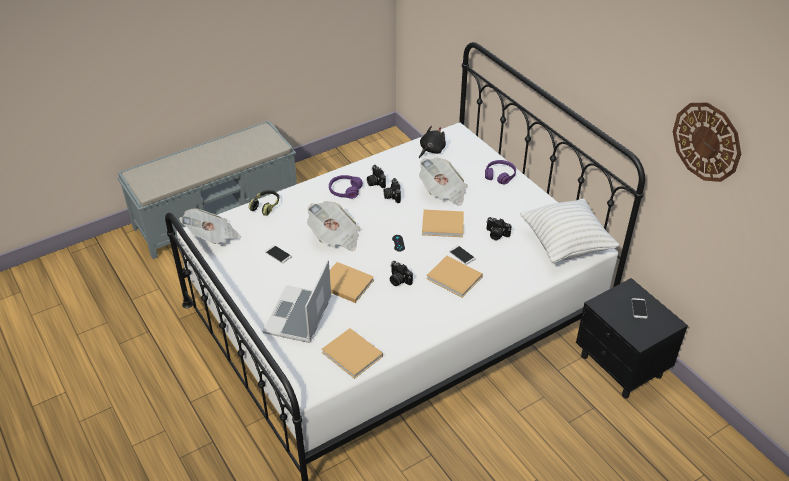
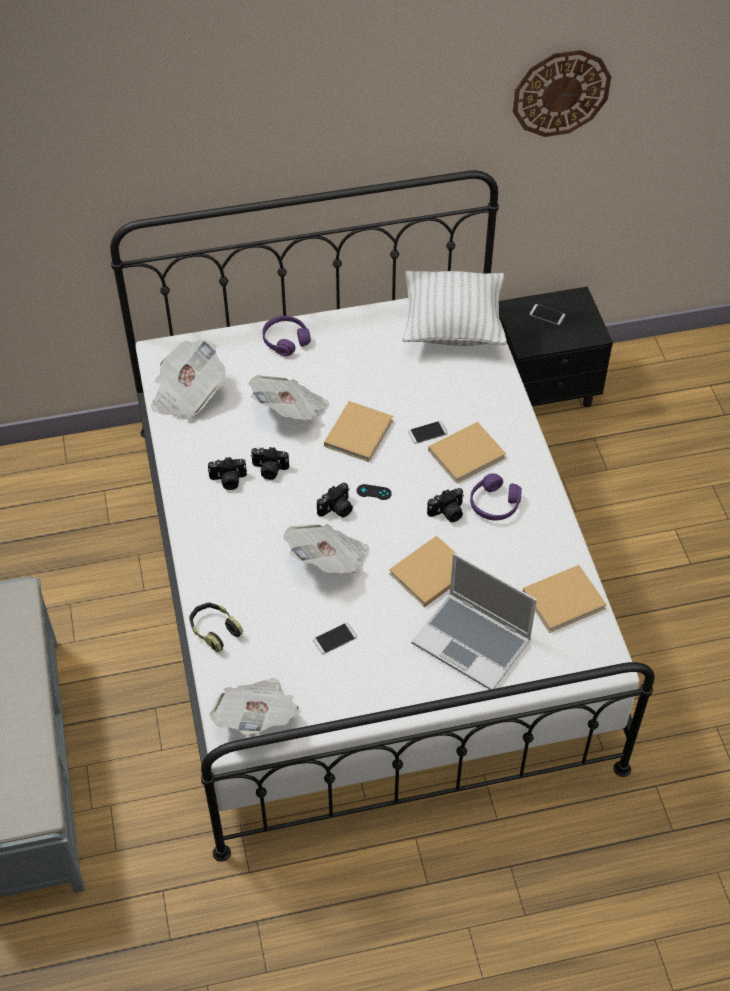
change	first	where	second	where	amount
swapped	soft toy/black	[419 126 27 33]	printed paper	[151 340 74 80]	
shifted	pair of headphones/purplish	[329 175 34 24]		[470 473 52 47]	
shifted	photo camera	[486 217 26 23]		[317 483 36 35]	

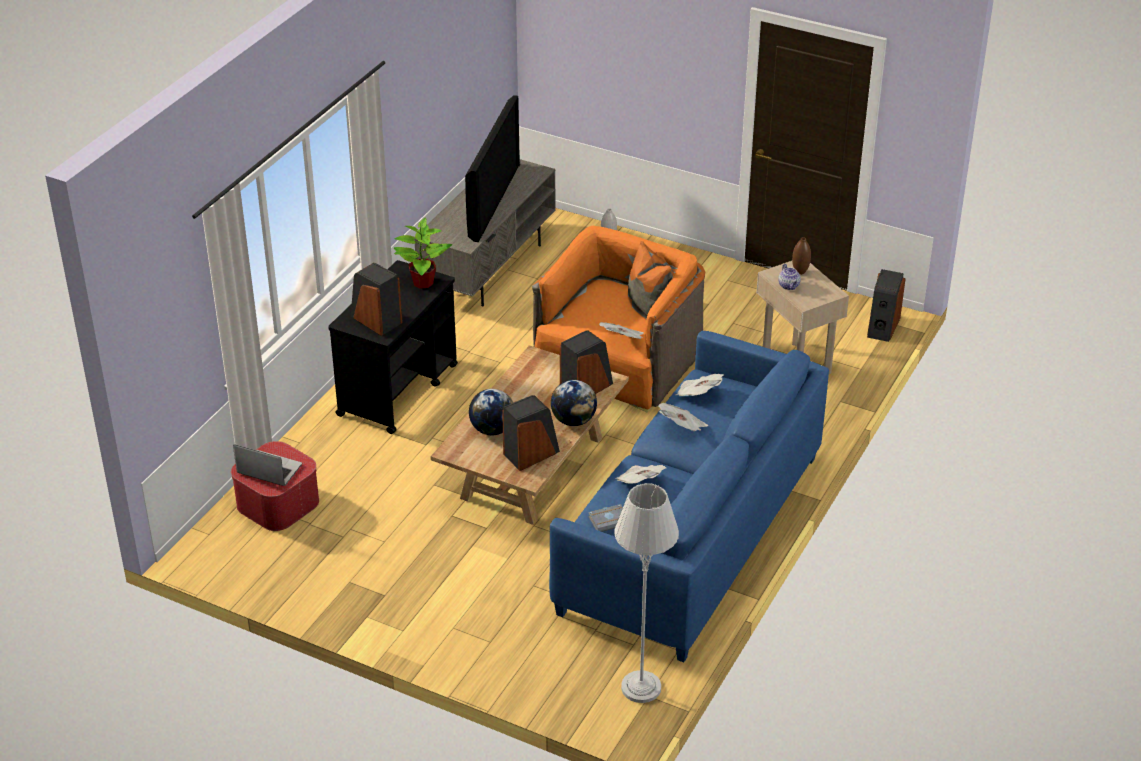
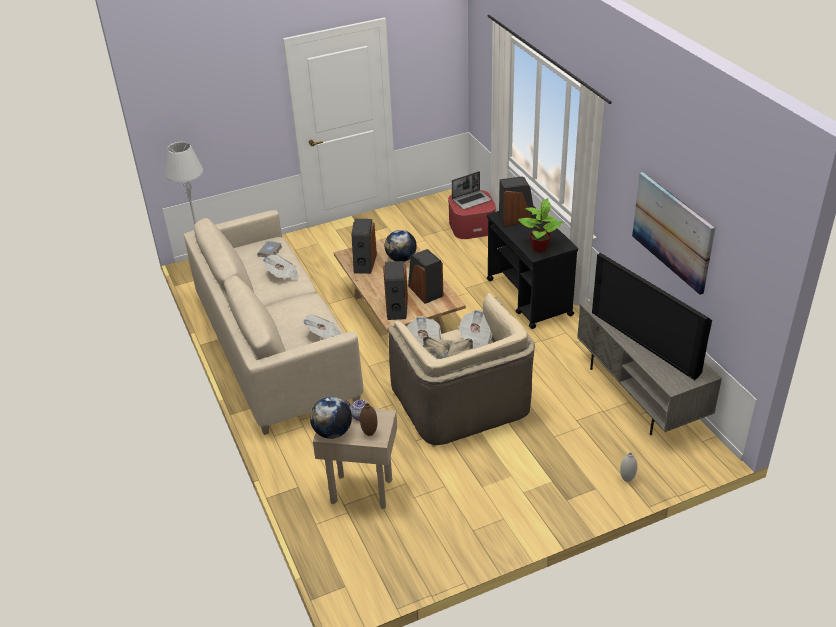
change	first	where	second	where	amount
repainted	easy chair/orangey	[532 226 173 186]	easy chair/sand-coloured	[388 293 147 154]	
shifted	audio speaker	[867 269 38 73]		[408 249 36 55]	
repainted	sofa/blue	[549 331 280 331]	sofa/sand-coloured	[184 210 180 225]	
shifted	world globe	[551 380 46 46]		[310 397 42 42]	
shifted	printed paper	[658 403 50 28]		[458 310 34 39]	
new			picture	[632 172 83 123]	

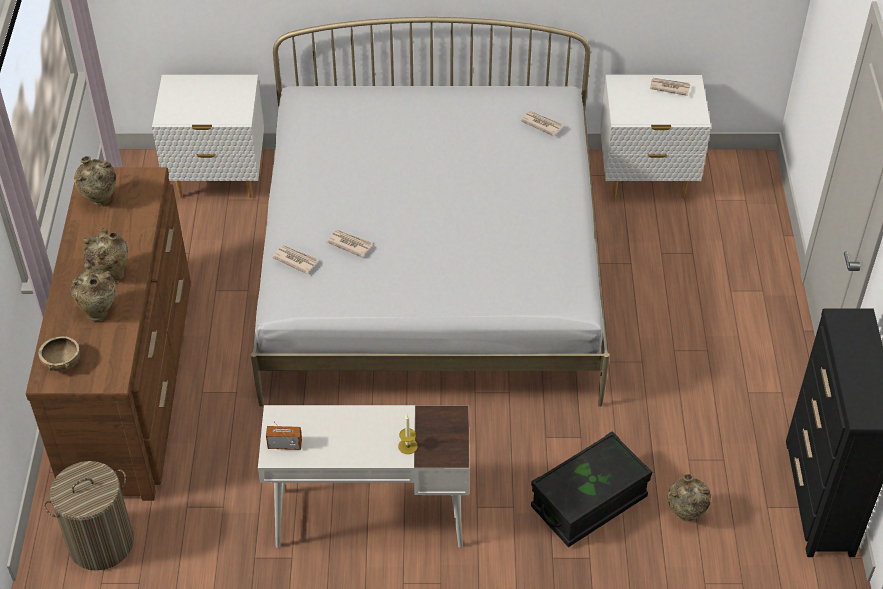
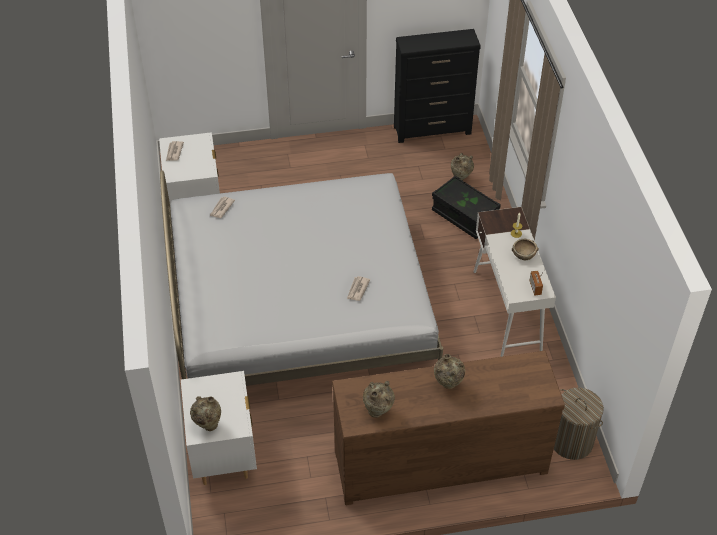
change	first	where	second	where	amount
gone	printed paper	[272 245 47 29]			
shifted	flower vase/sand-coloured	[71 262 45 59]		[190 396 31 35]	
shifted	deep dish/brownish	[38 336 42 35]		[512 239 27 21]	

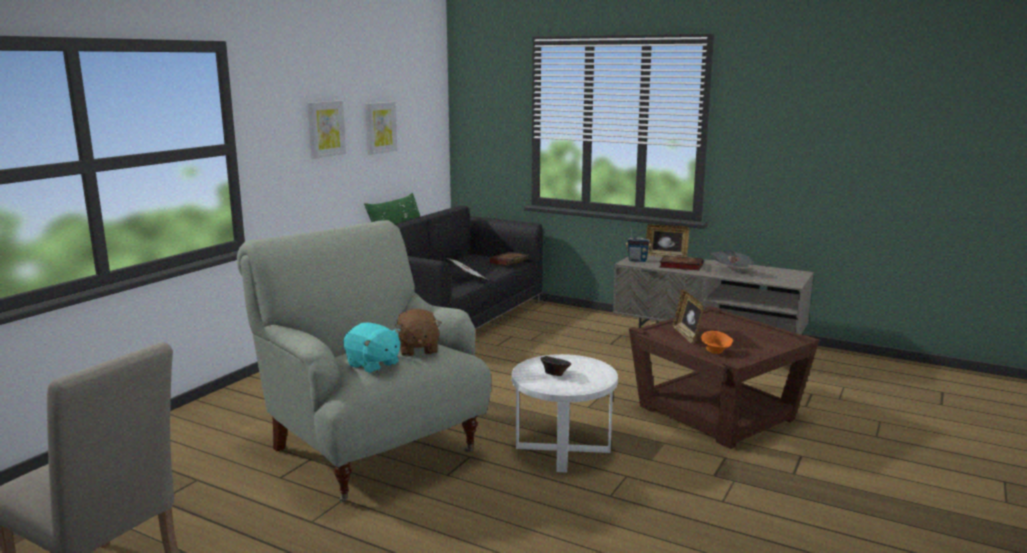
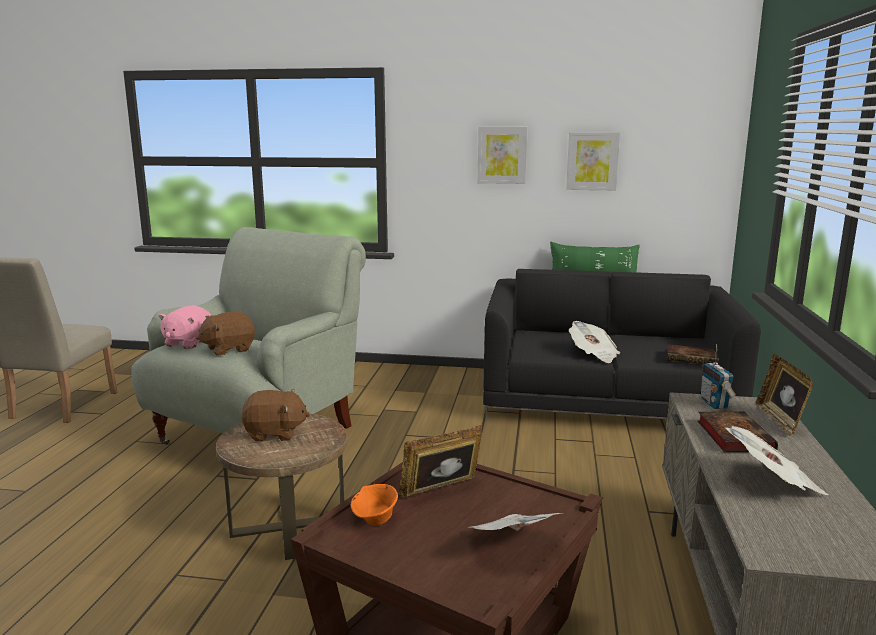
change	first	where	second	where	amount
repainted	soft toy/blue-green	[343 322 58 51]	soft toy/pink-coloured	[158 305 53 44]	
repainted	side table/whitish	[512 354 106 118]	side table/brownish	[216 414 131 146]	
swapped	deep dish/brownish	[540 356 31 20]	soft toy/brownish	[242 389 68 53]	
new			printed paper	[471 513 92 18]	

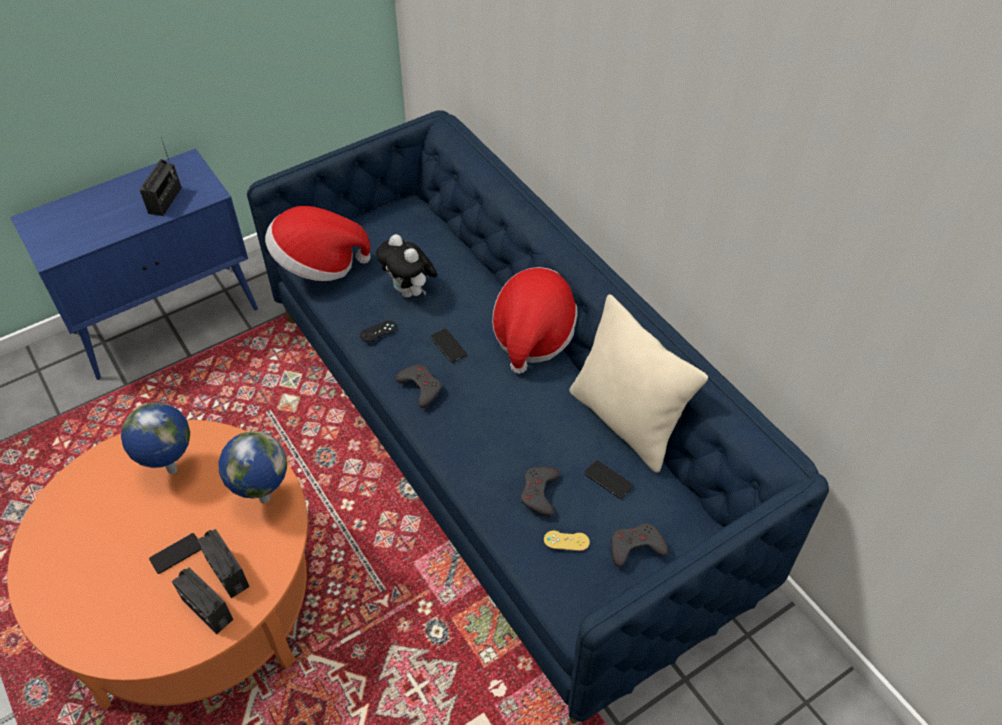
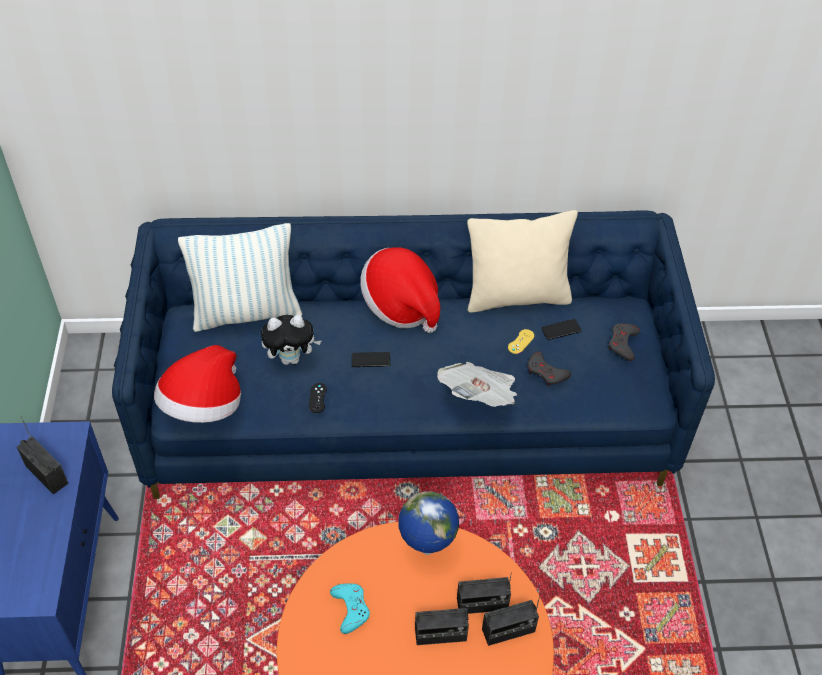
change	first	where	second	where	amount
gone	joypad/grey	[395 364 47 44]			
swapped	world globe	[121 402 69 72]	joypad/blue-green	[330 583 40 51]	
shifted	joypad/yellow	[544 530 46 21]		[508 329 26 25]	
swapped	handset	[149 533 52 41]	radio	[415 605 54 40]	
new			pillow	[178 223 124 109]	
new			printed paper	[437 362 80 45]	

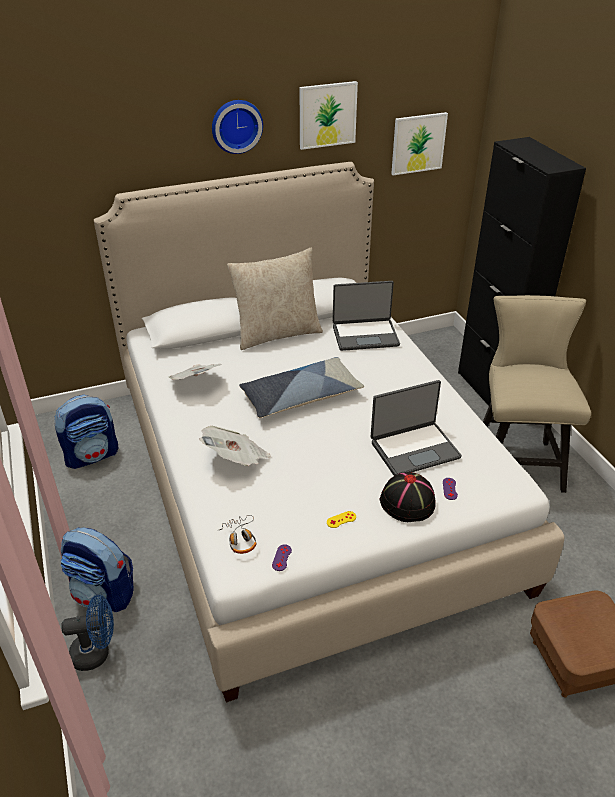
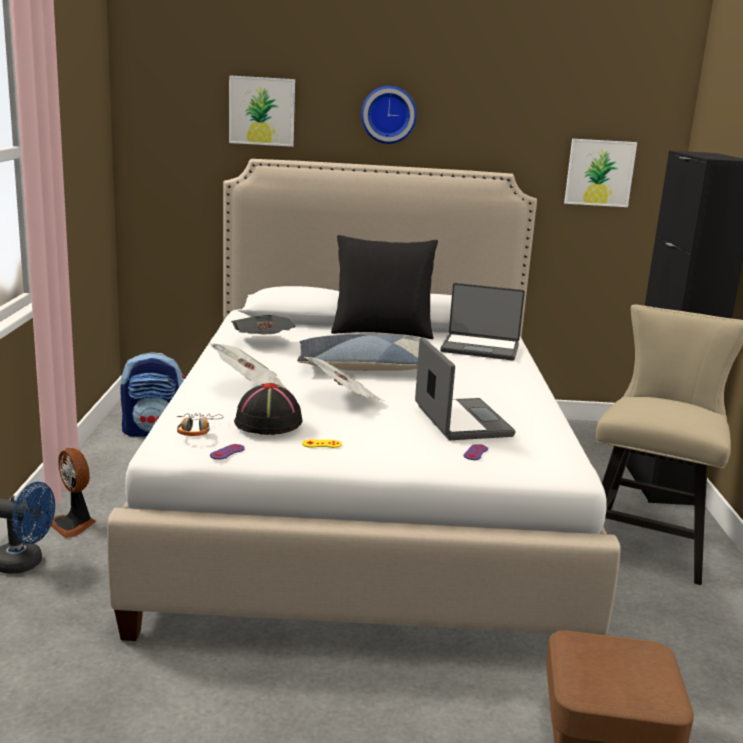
change	first	where	second	where	amount
shifted	picture	[300 81 58 69]		[229 75 66 72]	
repainted	pillow/sand-coloured	[227 248 96 102]	pillow/black	[331 235 107 104]	
rotated	portable computer	[371 380 91 96]		[415 337 101 103]	105 degrees counterclockwise
shifted	wearable hat/black	[380 472 56 50]		[234 383 68 52]	
swapped	backpack	[61 528 73 84]	cooling fan	[49 448 47 90]	
new			printed paper	[305 357 79 44]	

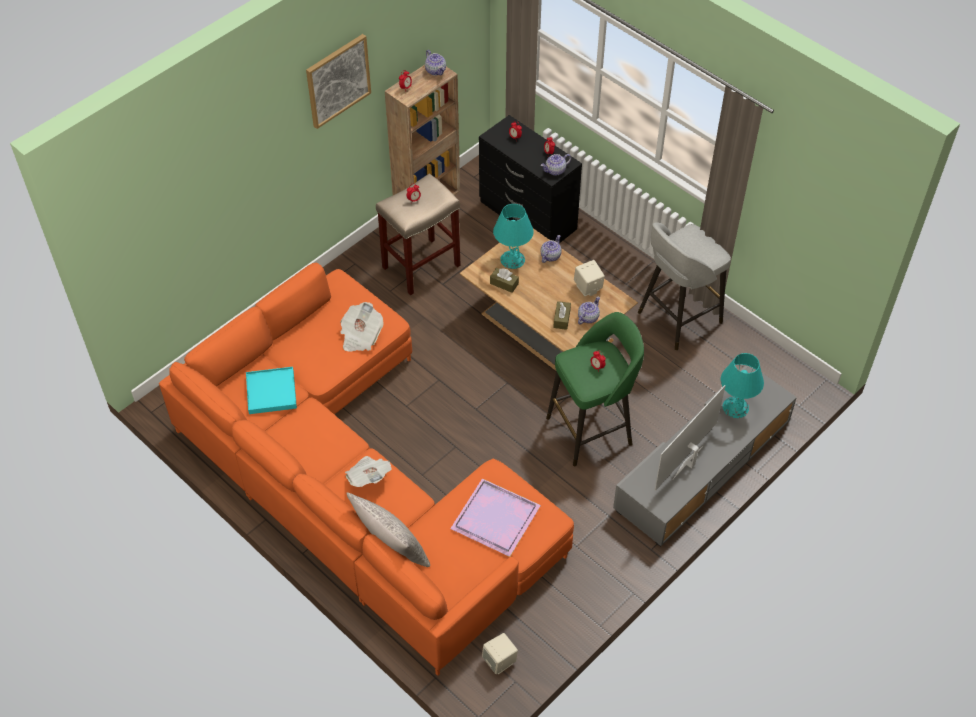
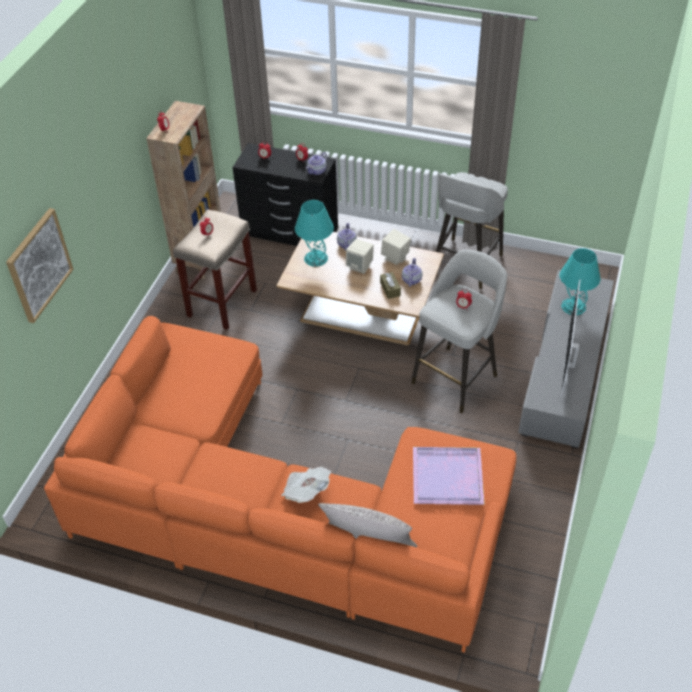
change	first	where	second	where	amount
shifted	picture	[306 34 65 95]		[6 208 67 115]	
gone	pot for tea	[425 50 21 25]			
gone	tissue holder/brownish	[490 268 29 25]			
gone	printed paper	[340 302 44 50]			
repainted	sitting stool/greenish	[546 312 98 154]	sitting stool/grey	[411 250 96 163]	
gone	tray/blue-green	[246 367 51 47]			
shifted	audio speaker/sand-coloured	[482 633 36 41]		[346 239 28 35]	

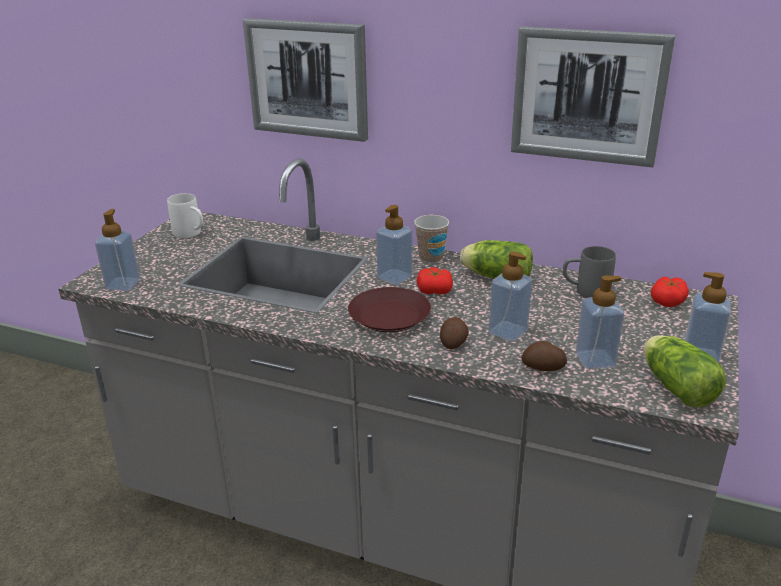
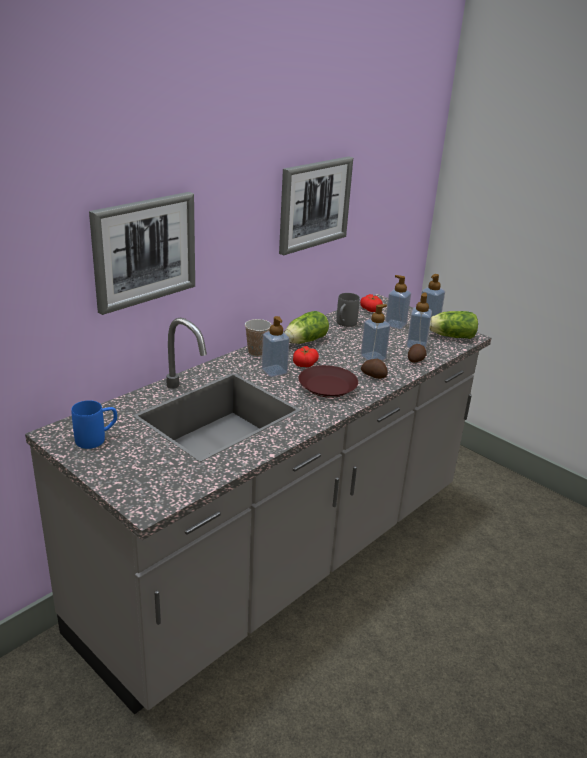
change	first	where	second	where	amount
repainted	coffee mug/whitish	[167 193 36 45]	coffee mug/blue	[71 400 46 49]	
shifted	soap dispenser	[95 209 45 82]		[385 275 26 54]	

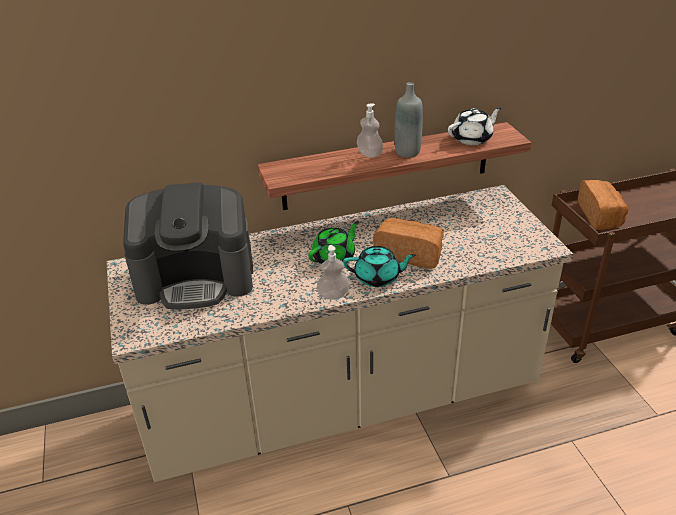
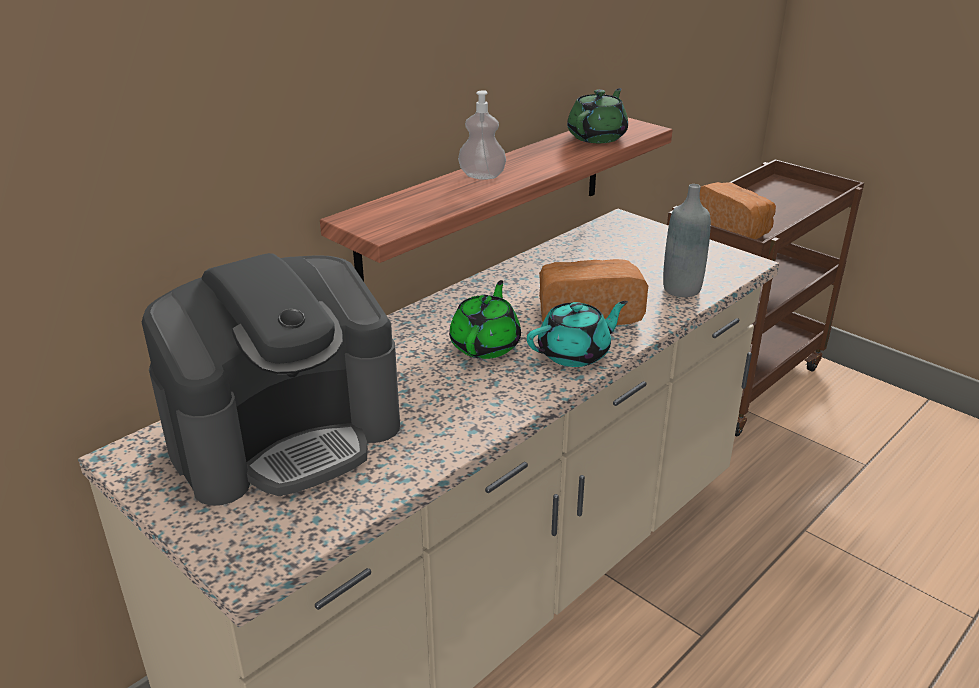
change	first	where	second	where	amount
shifted	drink bottle/grey	[395 82 28 76]		[663 184 48 113]	
repainted	pot for tea/whitish	[448 108 53 37]	pot for tea/greenish	[567 88 61 55]	
gone	soap dispenser	[317 245 33 55]			

